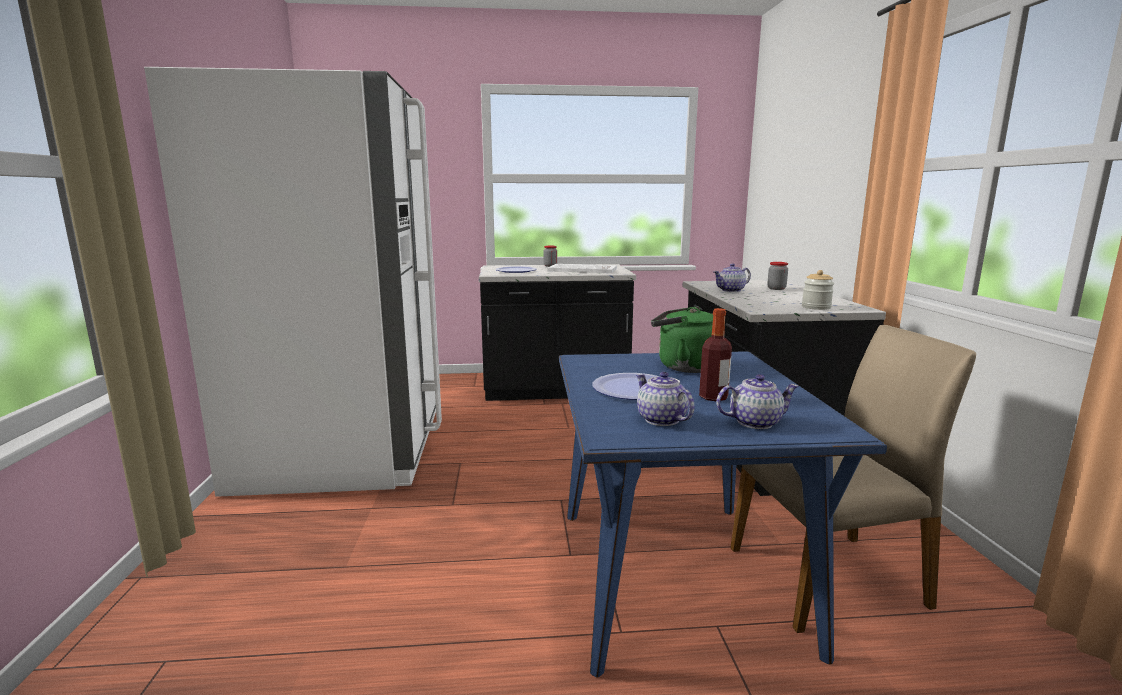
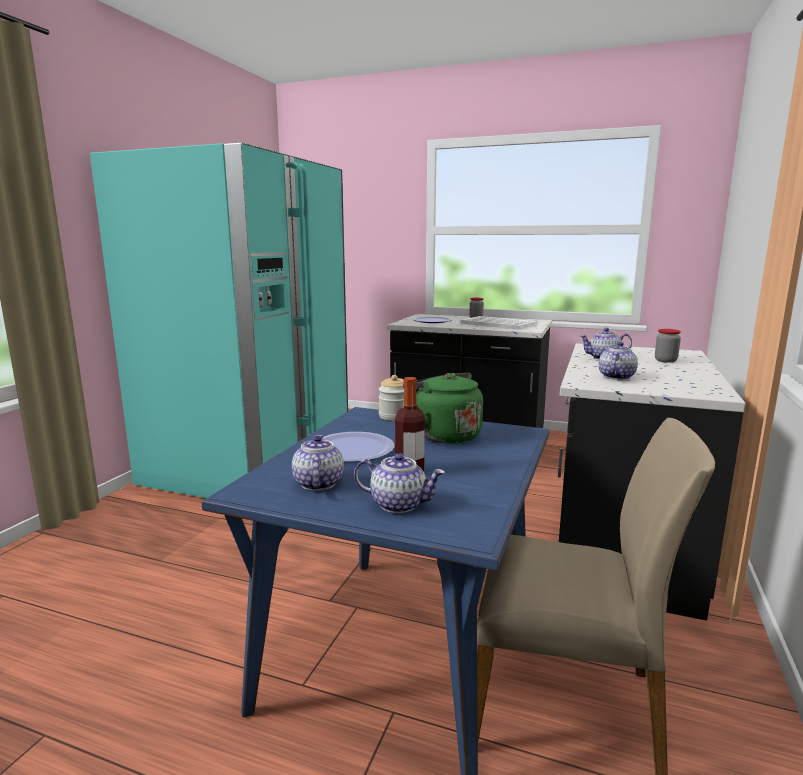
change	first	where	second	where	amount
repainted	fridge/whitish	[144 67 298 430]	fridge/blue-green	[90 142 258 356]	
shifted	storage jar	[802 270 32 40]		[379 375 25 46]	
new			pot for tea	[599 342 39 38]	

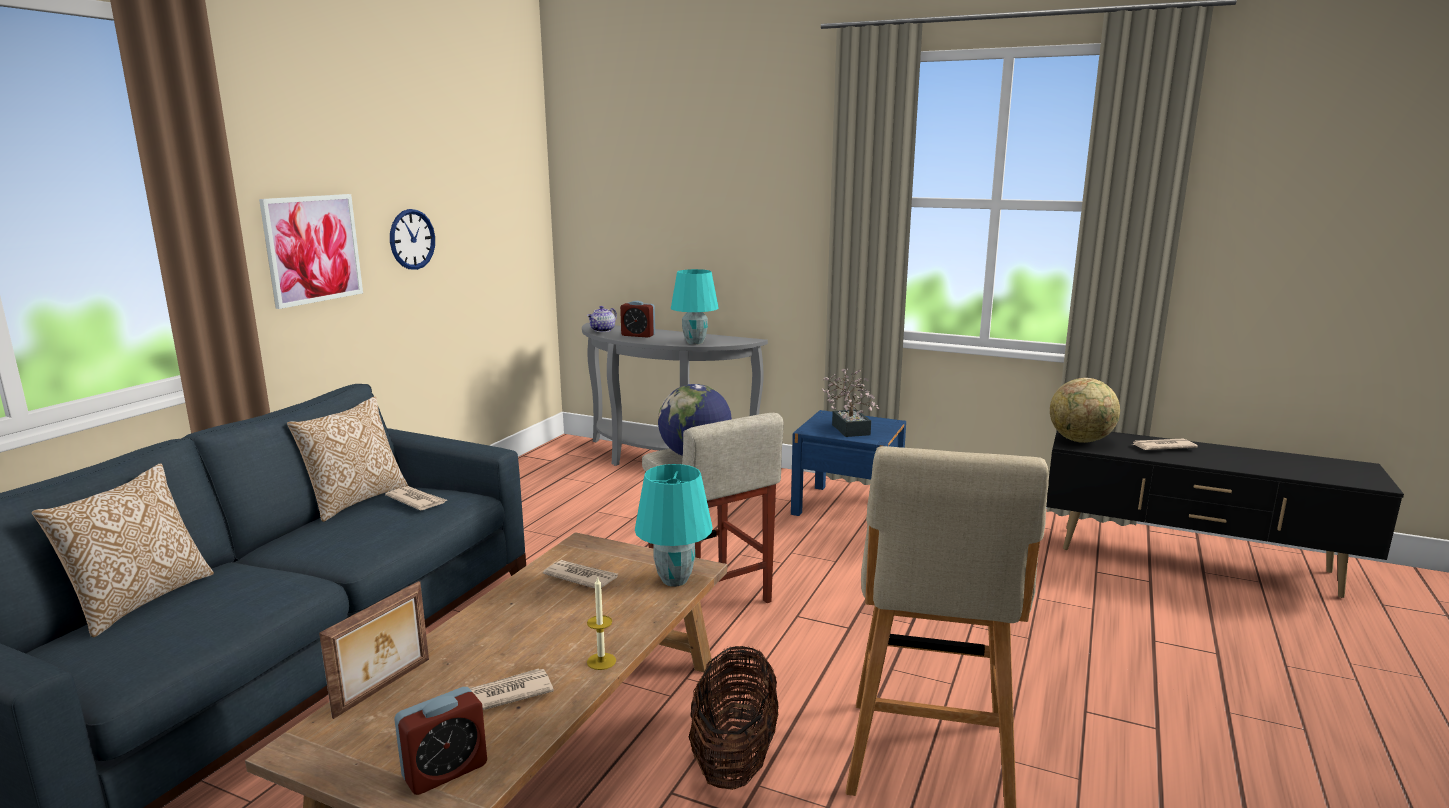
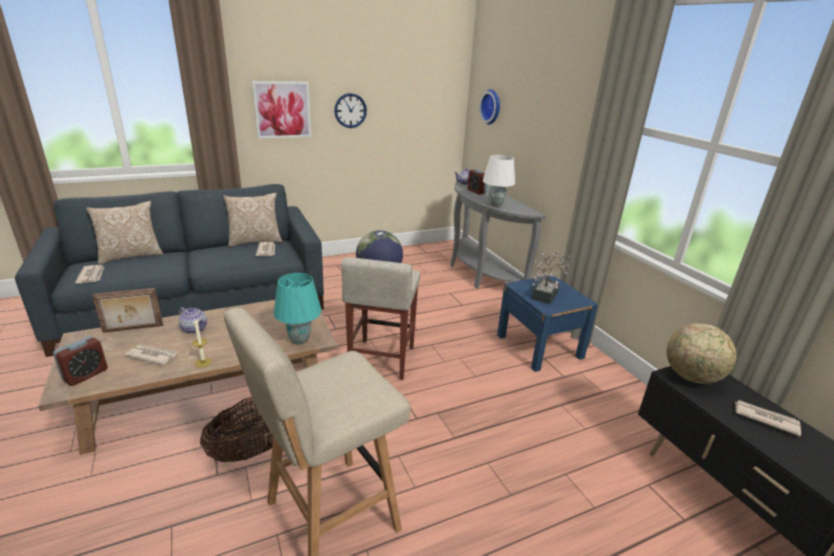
change	first	where	second	where	amount
repainted	tabletop lamp/blue-green	[671 269 48 76]	tabletop lamp/whitish	[483 155 32 52]	
shifted	printed paper	[543 560 75 29]		[75 265 29 18]	
rotated	table clock	[394 687 93 108]		[53 336 55 50]	60 degrees counterclockwise
new			wall clock	[479 89 21 35]	
new			pot for tea	[179 307 28 27]	

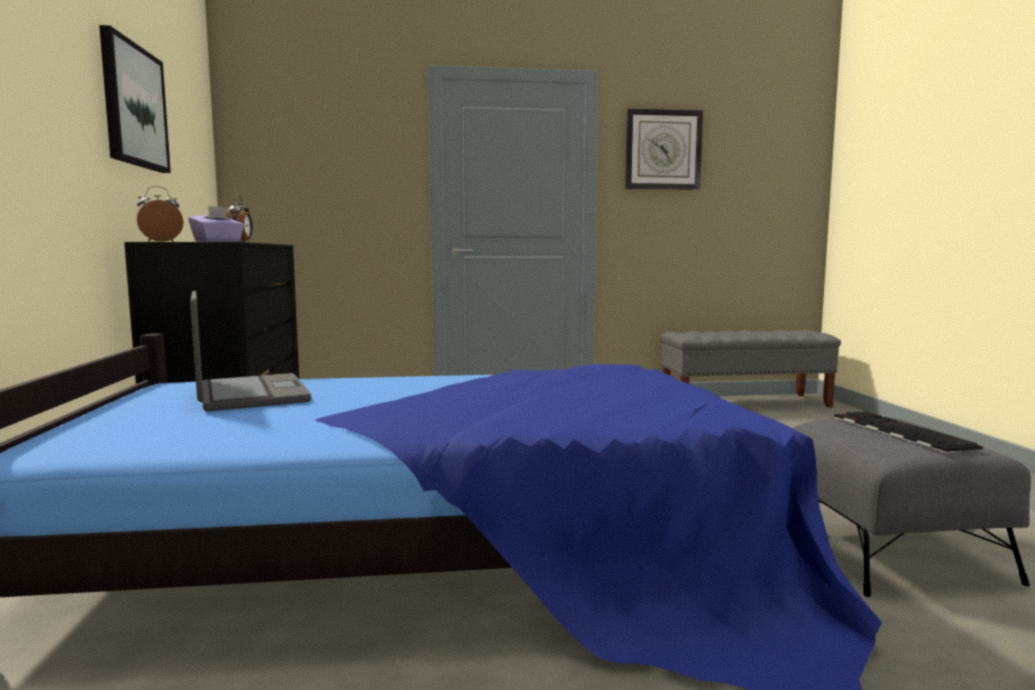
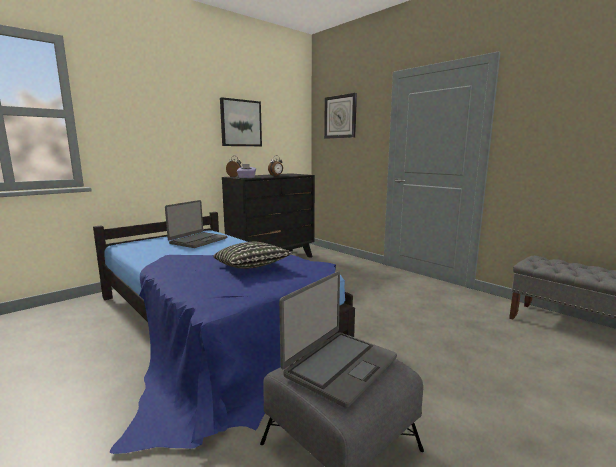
change	first	where	second	where	amount
shifted	wall clock	[625 108 78 82]		[324 93 33 46]	
swapped	PC keyboard	[834 411 149 42]	portable computer	[279 271 118 137]	
new			pillow	[213 242 79 27]	

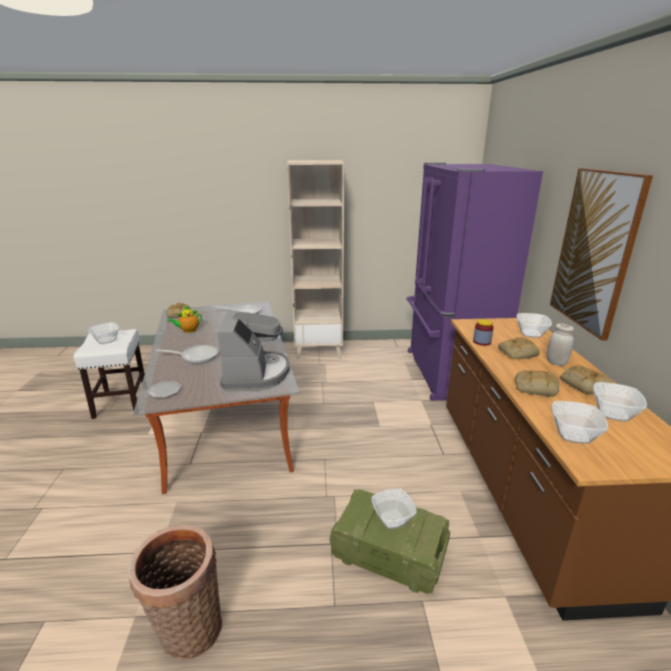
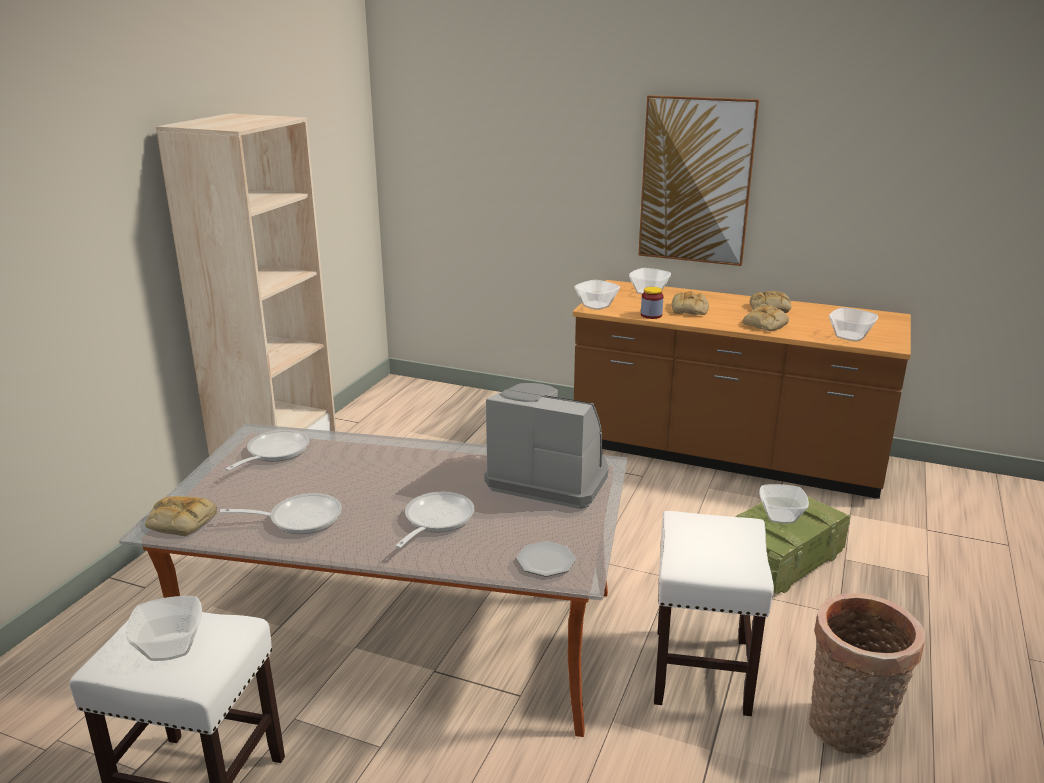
change	first	where	second	where	amount
gone	fridge/purplish	[407 162 136 239]			
swapped	pot for tea	[167 306 35 27]	frying pan	[220 493 122 41]	
gone	storage jar/whitish	[547 323 27 43]			
shifted	deep dish	[593 382 54 39]		[574 280 46 30]	
new			sitting stool/whitish	[654 511 120 205]	

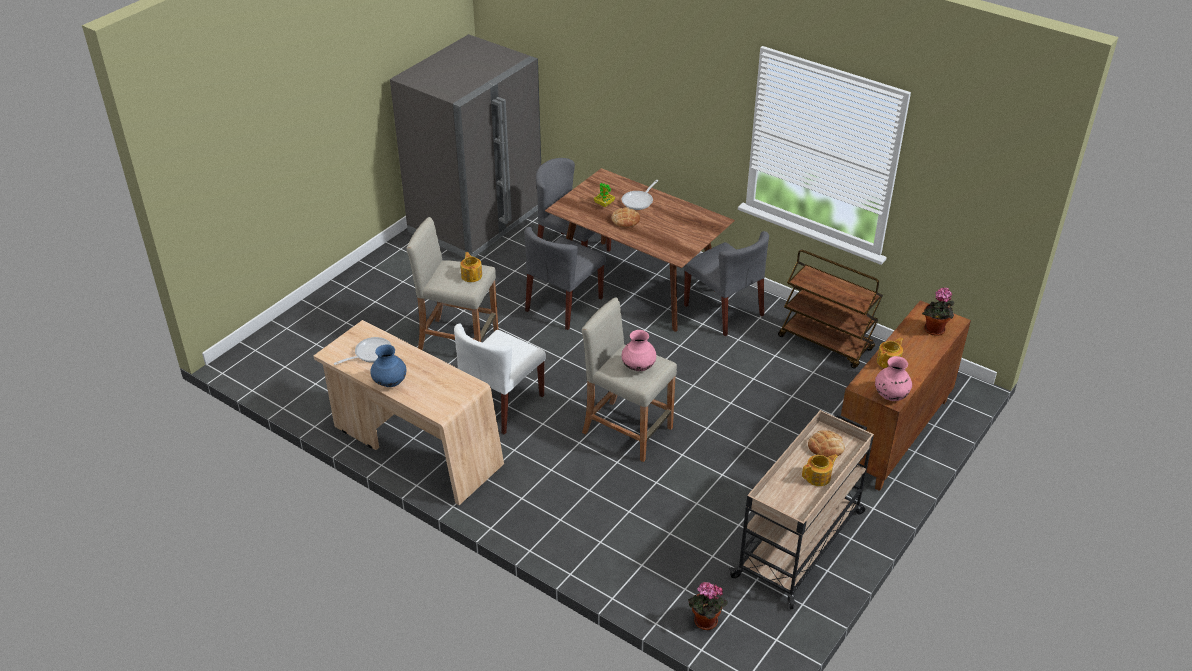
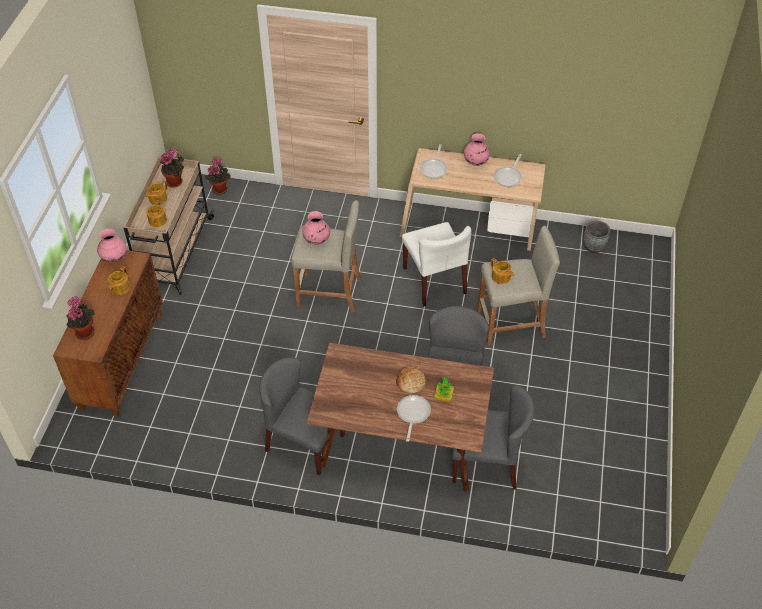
change	first	where	second	where	amount
gone	fridge/grey	[390 34 151 224]			
gone	trolley/brownish	[778 250 105 119]			
rotated	chair/whitish	[454 324 92 111]		[402 222 69 84]	150 degrees clockwise
repainted	flower vase/blue	[370 345 36 42]	flower vase/pink-coloured	[464 133 26 33]	
swapped	bakery bread	[808 430 37 27]	pot for tea	[146 200 21 27]	
new			frying pan	[420 144 28 35]	
new			plant in a pot	[160 149 24 39]	
new			planter/grey	[583 221 27 32]	

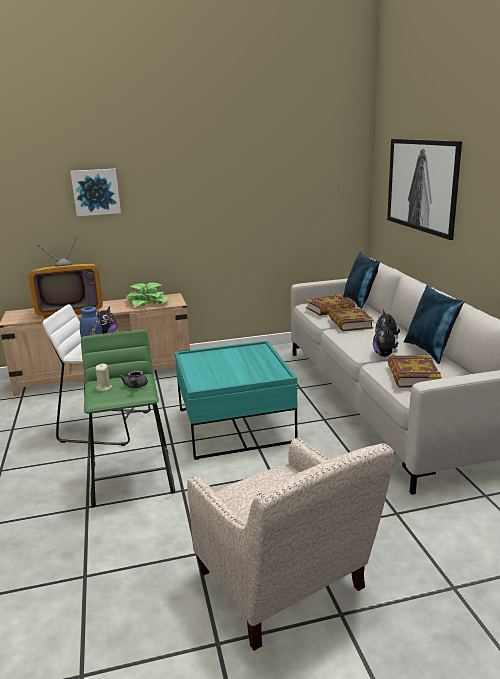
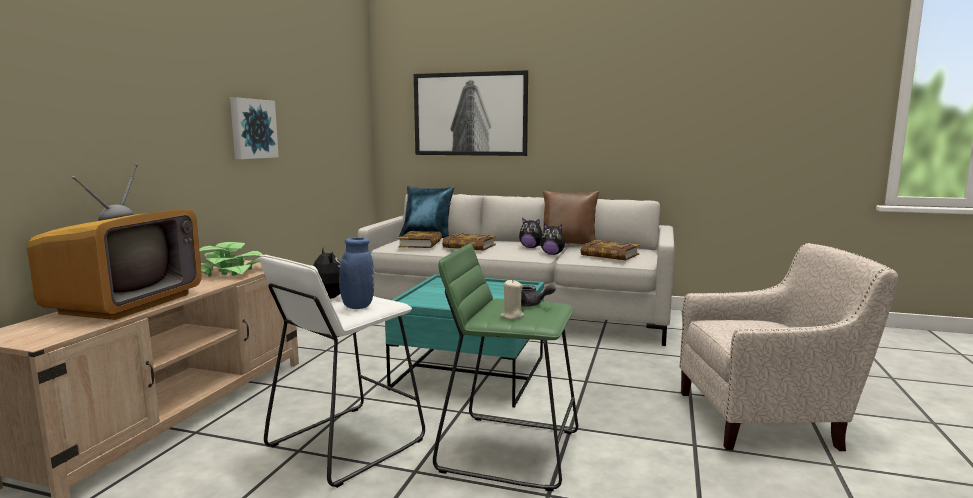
change	first	where	second	where	amount
shifted	picture	[70 168 51 48]		[230 97 49 62]	
repainted	pillow/blue	[404 285 60 79]	pillow/brownish	[539 191 60 55]	

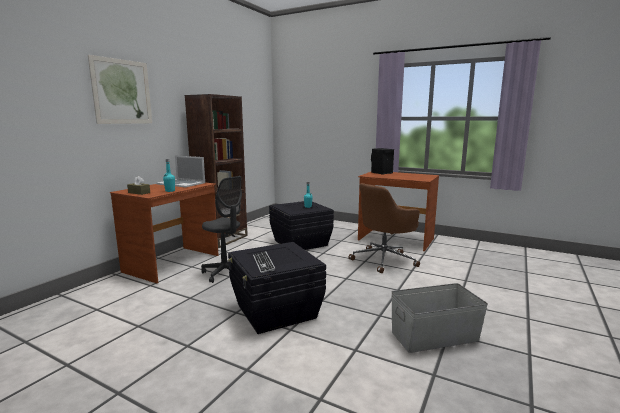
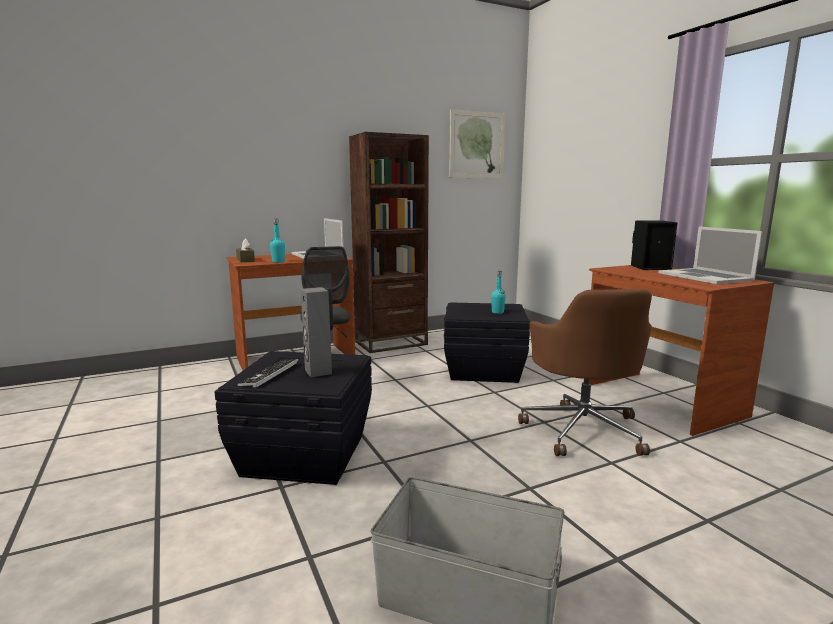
change	first	where	second	where	amount
shifted	picture	[88 55 64 69]		[449 109 56 70]	
rotated	computer chair/brownish	[349 183 71 90]		[518 289 134 167]	90 degrees counterclockwise
new			portable computer	[658 226 104 58]	
new			audio speaker/grey	[301 287 31 90]	

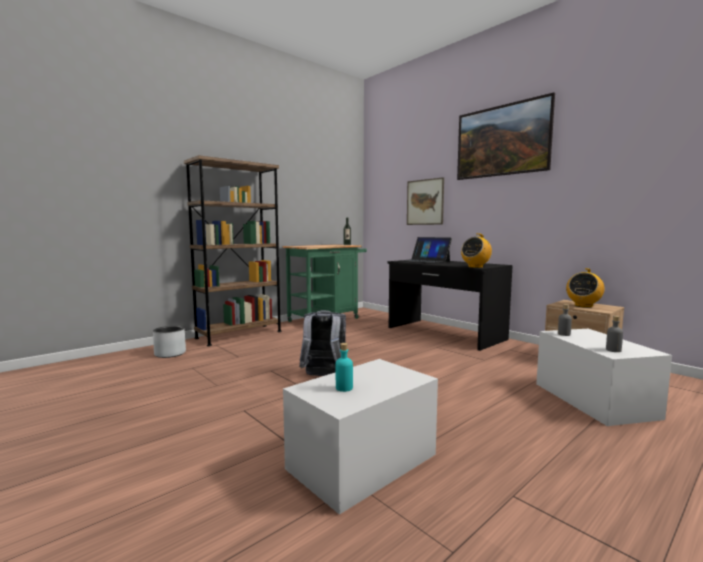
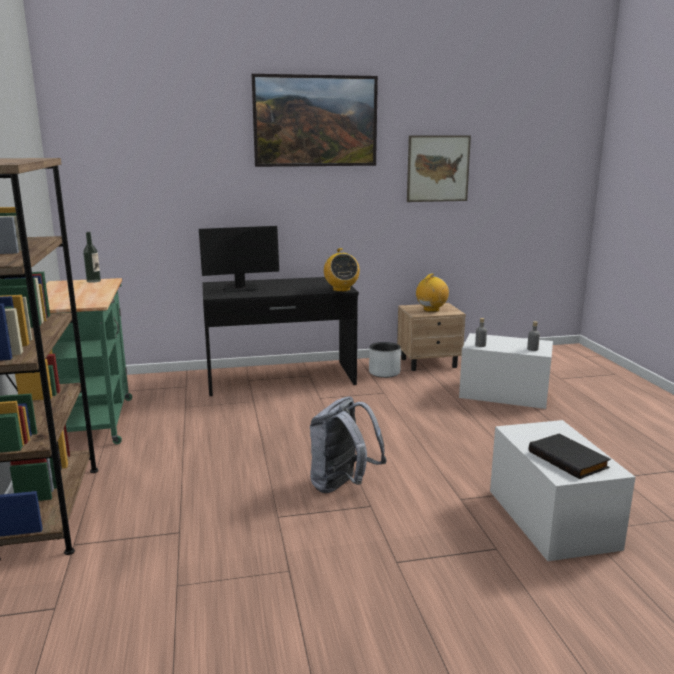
change	first	where	second	where	amount
shifted	picture	[407 177 37 48]		[407 135 64 67]	
swapped	portable computer	[399 237 53 27]	monitor	[199 226 80 66]	
rotated	radio	[566 268 38 40]		[416 273 33 39]	120 degrees counterclockwise
shifted	planter/grey	[153 326 33 32]		[369 342 32 36]	
swapped	drink bottle/blue-green	[336 343 17 49]	book/black	[529 434 82 45]	

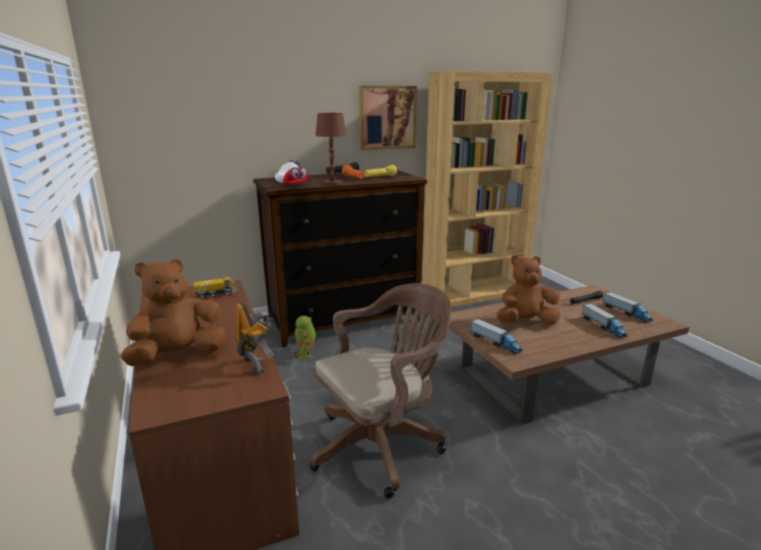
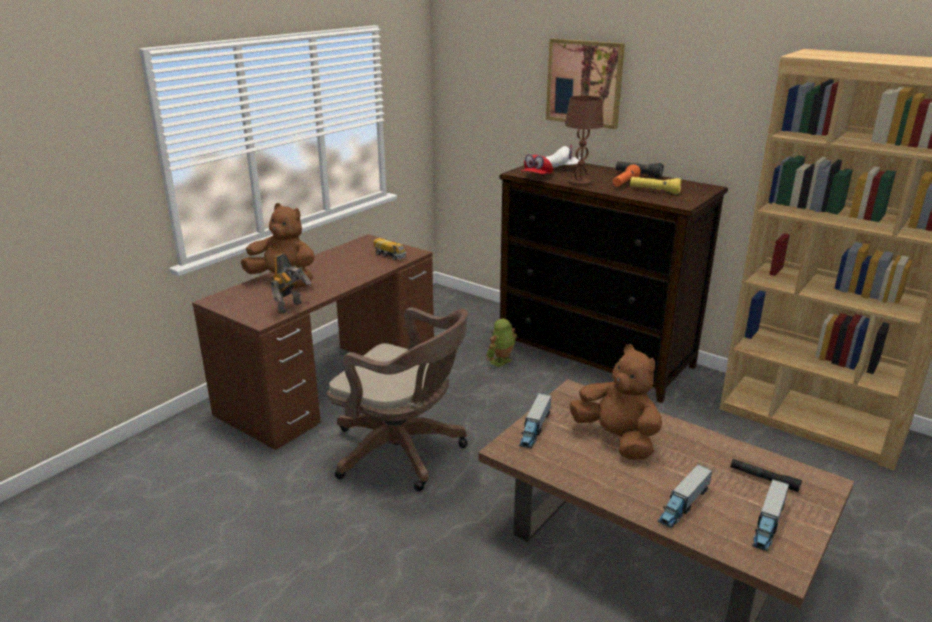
change	first	where	second	where	amount
shifted	picture	[359 86 58 64]		[546 38 79 91]	

